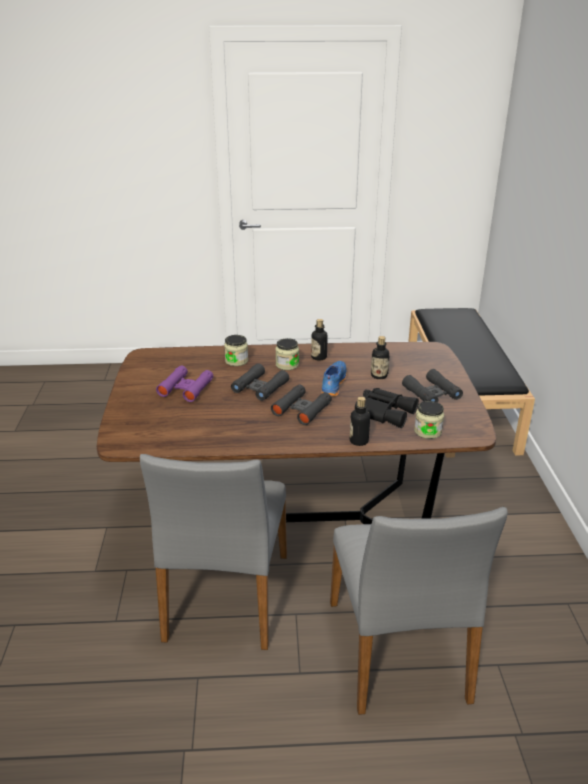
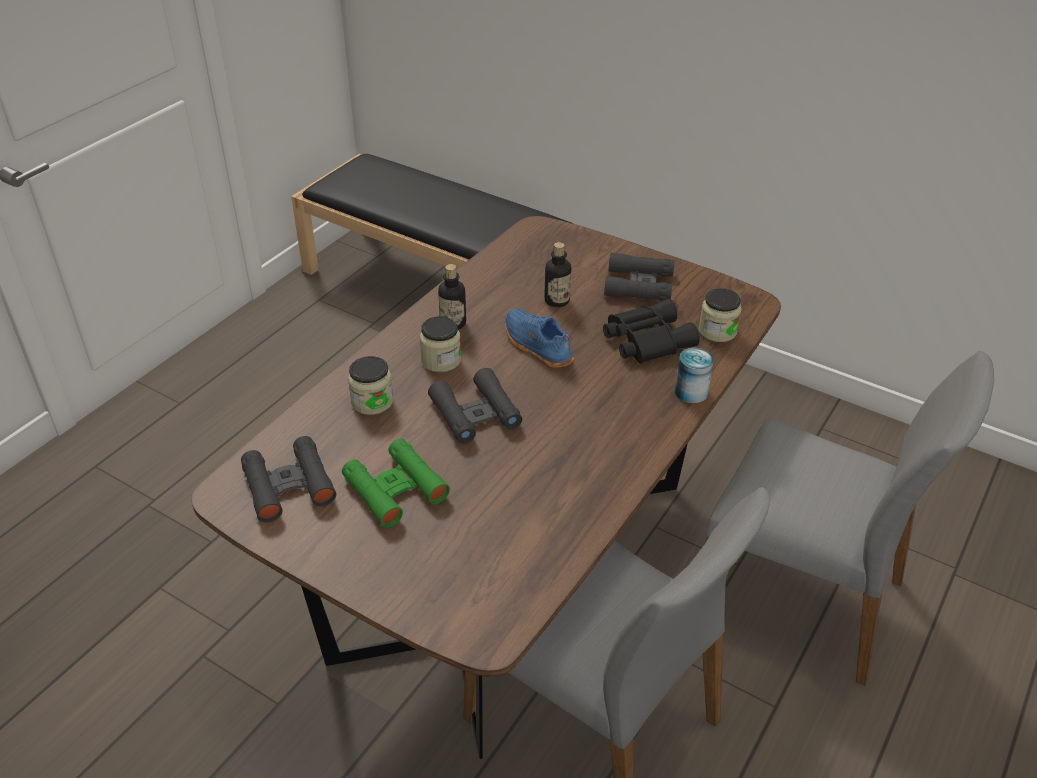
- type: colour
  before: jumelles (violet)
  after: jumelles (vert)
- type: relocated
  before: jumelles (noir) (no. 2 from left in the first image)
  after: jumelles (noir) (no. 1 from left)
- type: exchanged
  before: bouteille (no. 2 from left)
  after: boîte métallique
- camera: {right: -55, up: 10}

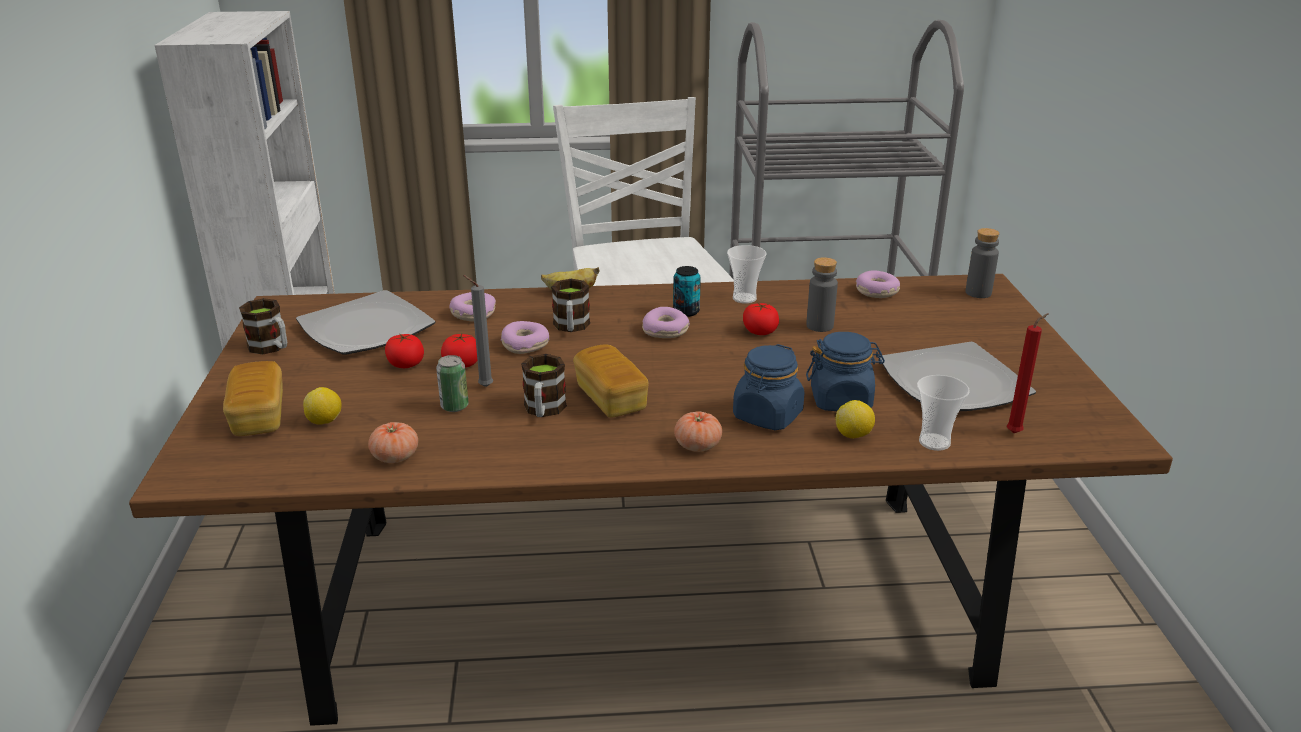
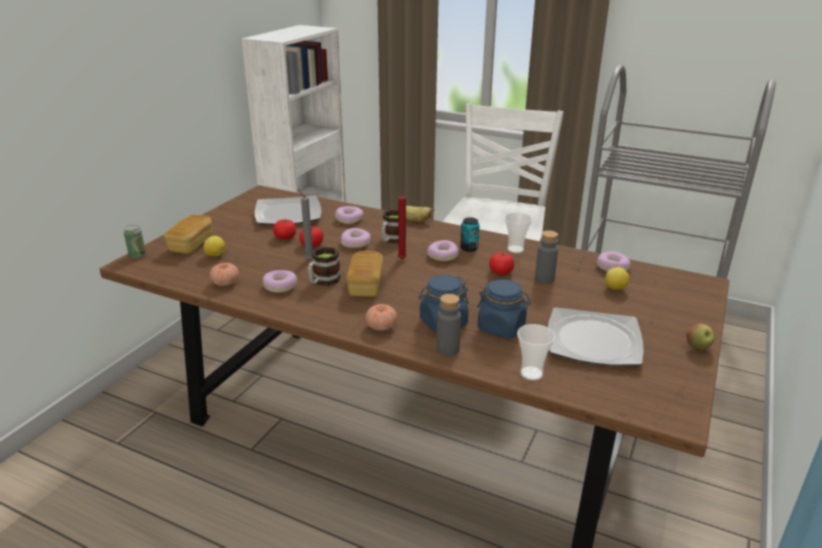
- type: missing
  before: mug (no. 1 from left)
- type: relocated
  before: boîte métallique (no. 1 from left)
- type: relocated
  before: citron (no. 2 from left)
- type: relocated
  before: bouteille (gris) (no. 2 from left in the first image)
  after: bouteille (gris) (no. 1 from left)
- type: relocated
  before: bougie (rouge)
- type: appeared
  after: beignet (no. 1 from left)
- type: appeared
  after: pomme
- camera: {right: 30, up: 0}

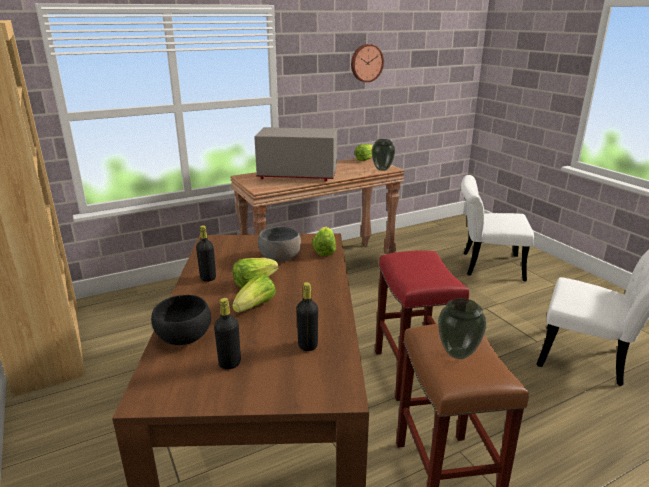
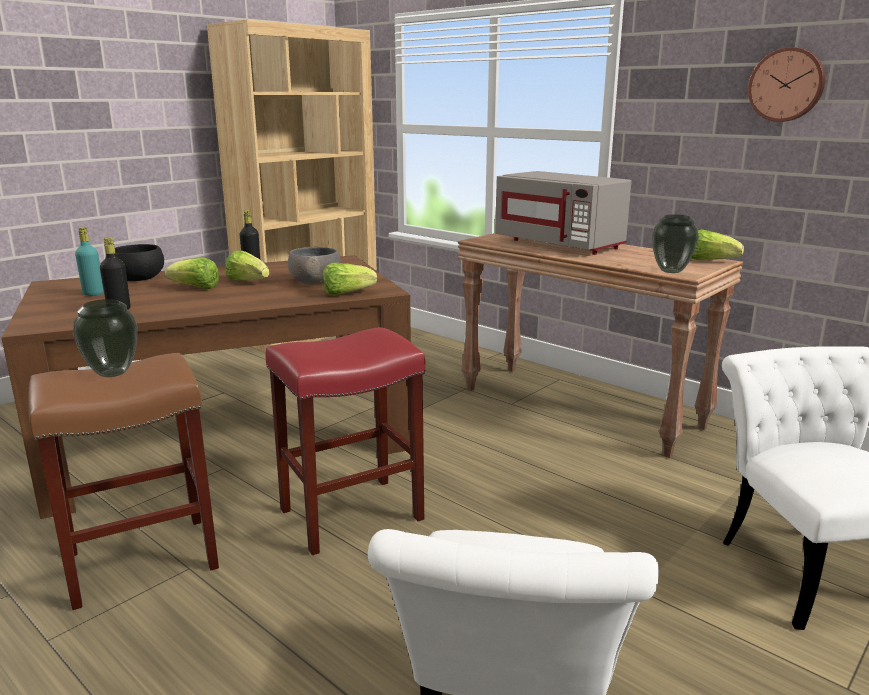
- type: colour
  before: bouteille (noir) (no. 2 from left)
  after: bouteille (turquoise)
- type: spun
  before: micro-ondes (gris)
  turn: 150
- camera: {right: 70, up: -5}

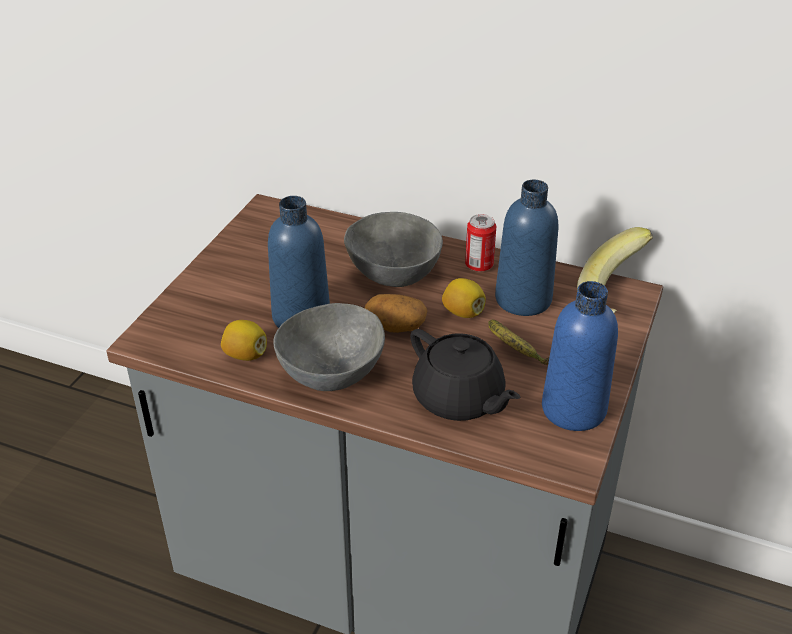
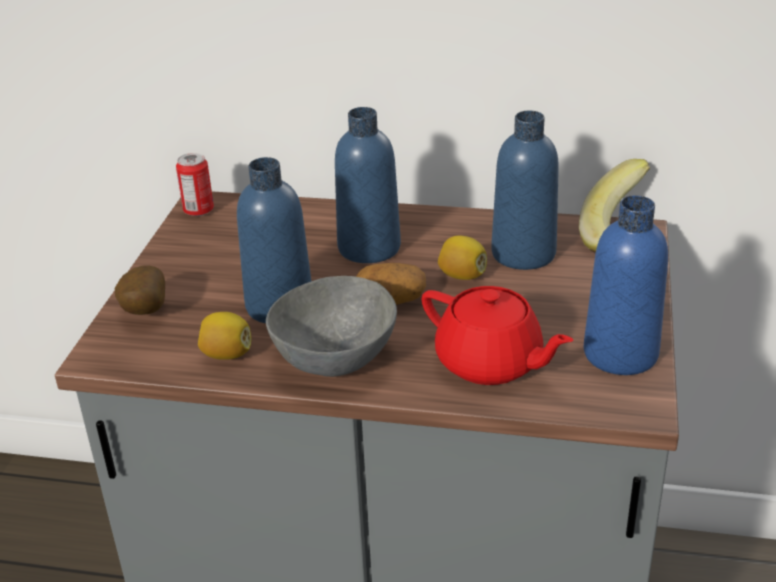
- type: exchanged
  before: bol (gris) (no. 2 from left)
  after: bouteille (bleu) (no. 2 from left)
- type: colour
  before: théière (noir)
  after: théière (rouge)
- type: relocated
  before: boîte métallique
- type: missing
  before: banane (no. 1 from left)
- type: appeared
  after: pomme de terre (no. 1 from left)
- camera: {right: -10, up: -5}

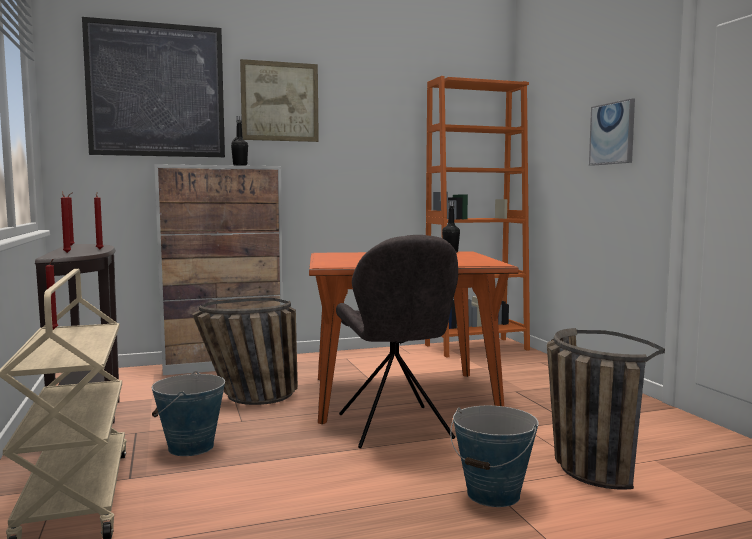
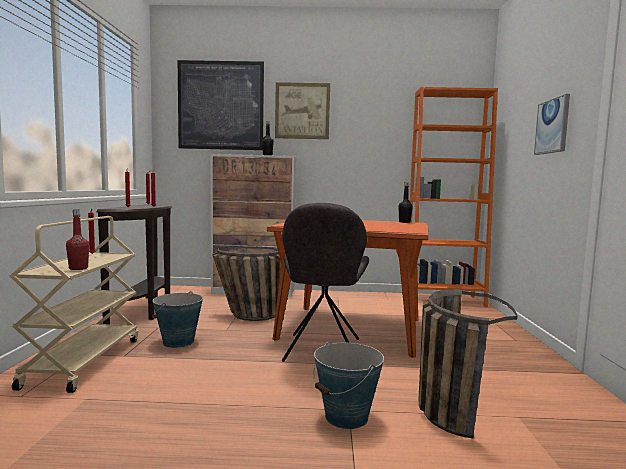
- type: appeared
  after: bouteille (rouge)
- camera: {right: 20, up: 0}

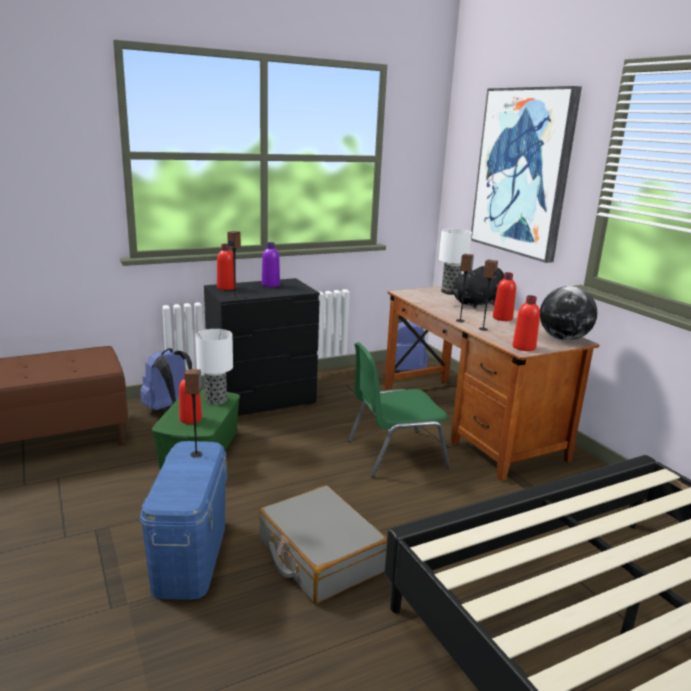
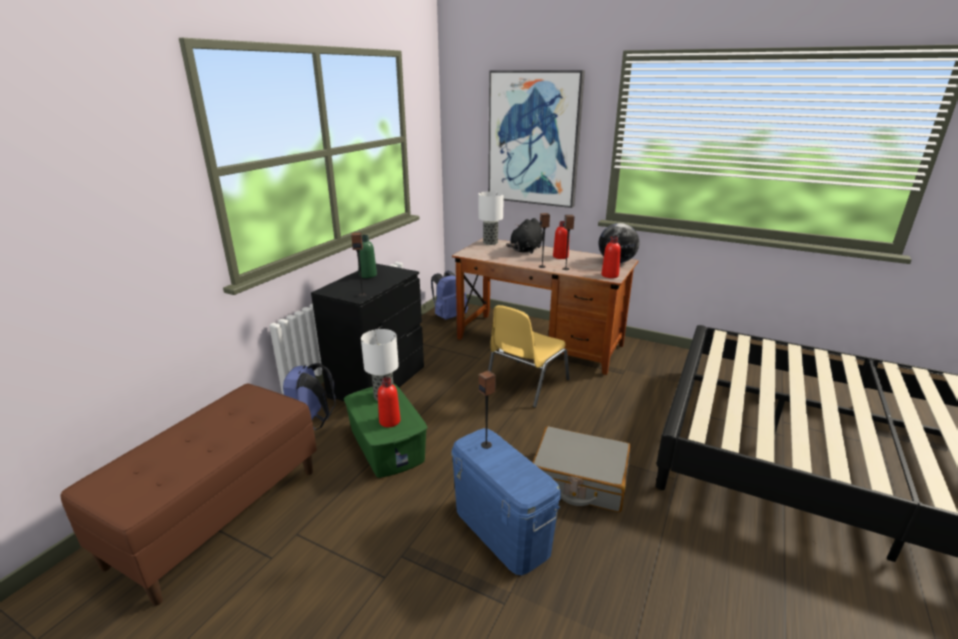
- type: missing
  before: bouteille (rouge) (no. 2 from left)
- type: colour
  before: bouteille (violet)
  after: bouteille (vert)
- type: colour
  before: chaise (vert)
  after: chaise (jaune)
- camera: {right: -35, up: 5}

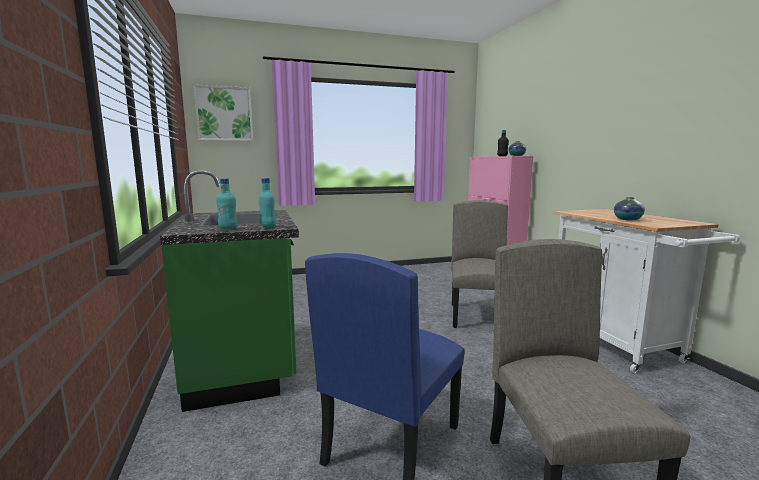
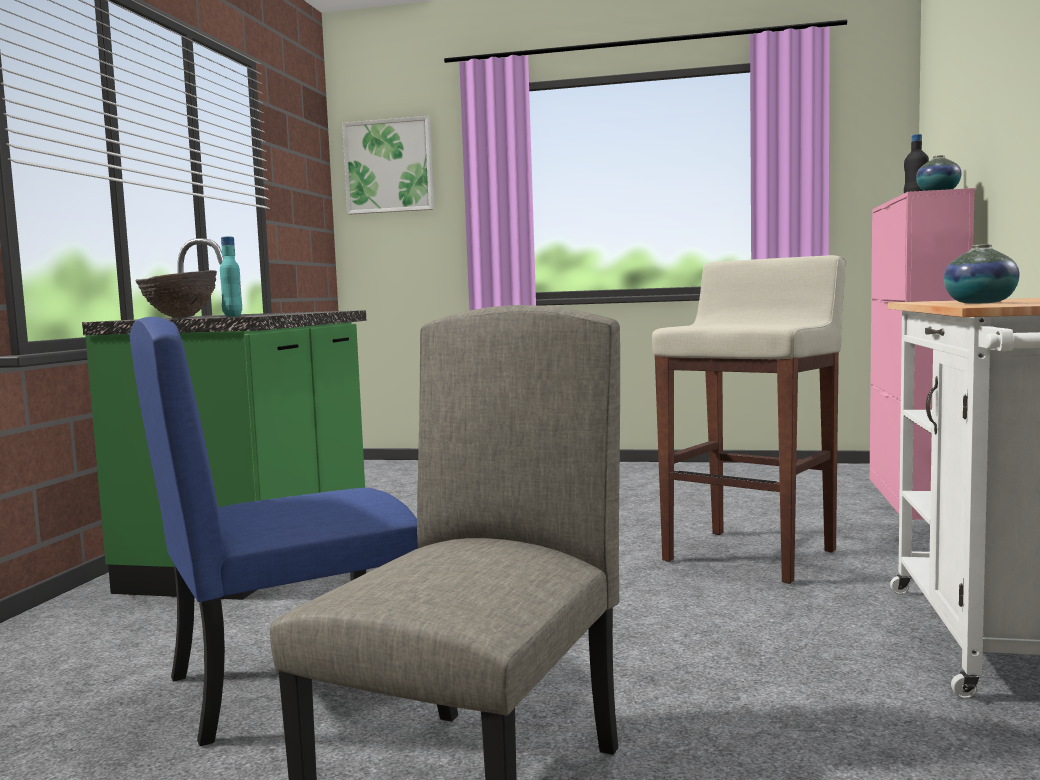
- type: exchanged
  before: bouteille (turquoise) (no. 1 from left)
  after: bol (marron)
- type: exchanged
  before: chaise (beige) (no. 1 from left)
  after: tabouret (beige)
- camera: {right: 30, up: -5}

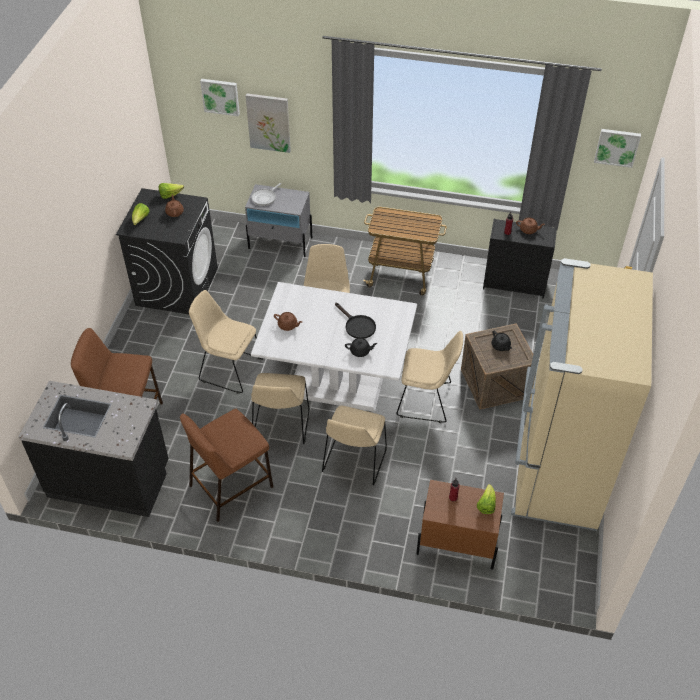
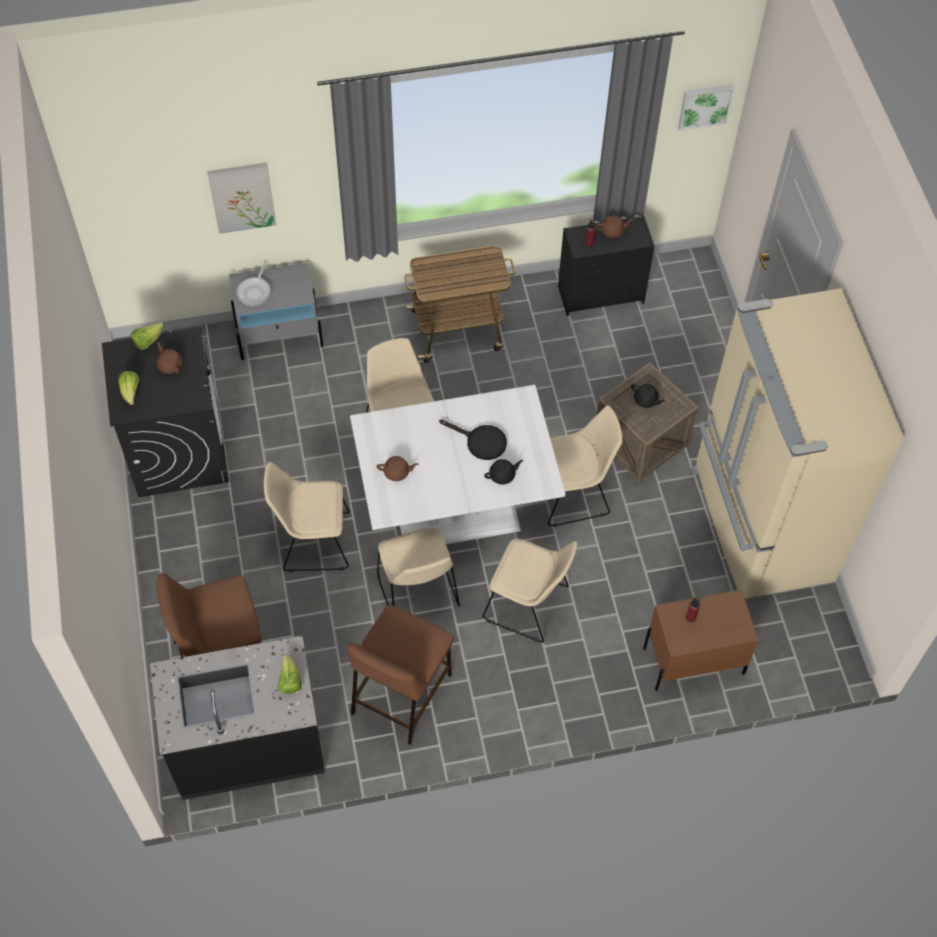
- type: missing
  before: tableau (no. 1 from left)
- type: spun
  before: chaise (beige) (no. 4 from left)
  turn: -60
- type: relocated
  before: laitue (no. 3 from left)
- camera: {right: -25, up: 10}

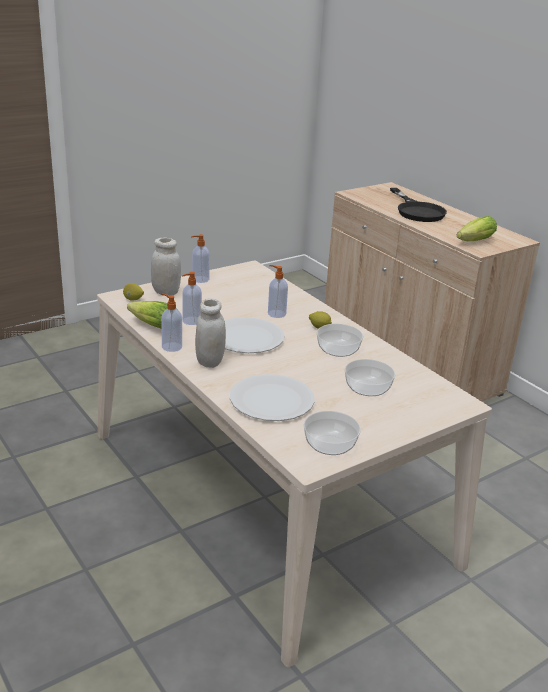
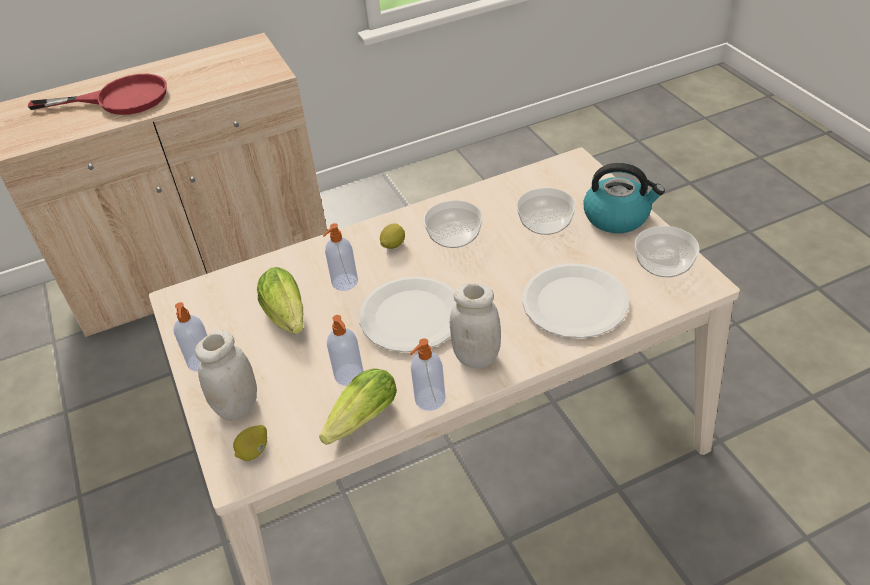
- type: colour
  before: poêle (noir)
  after: poêle (rouge)
- type: relocated
  before: laitue (no. 2 from left in the first image)
  after: laitue (no. 1 from left)
- type: appeared
  after: bouilloire
- camera: {right: -75, up: 15}

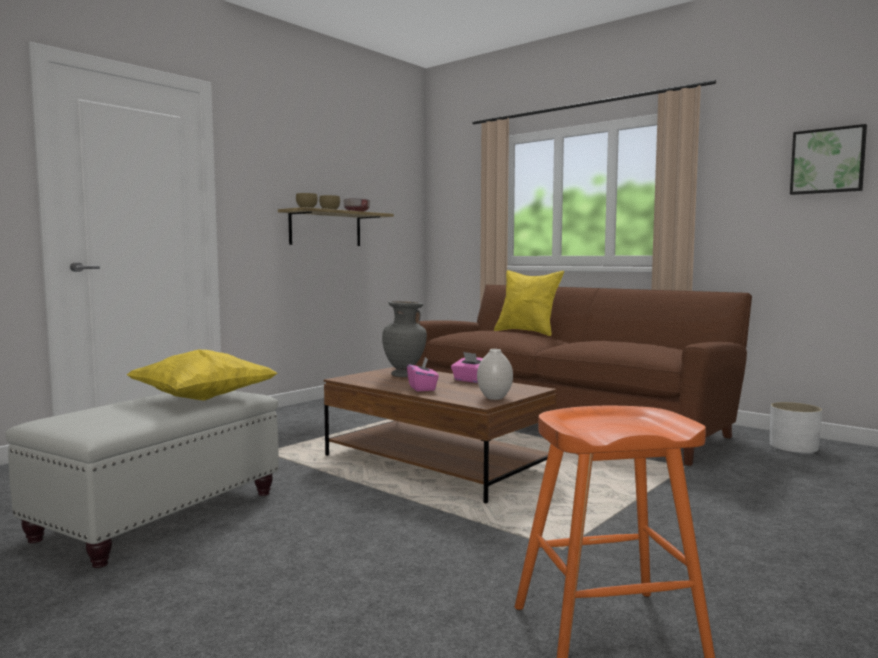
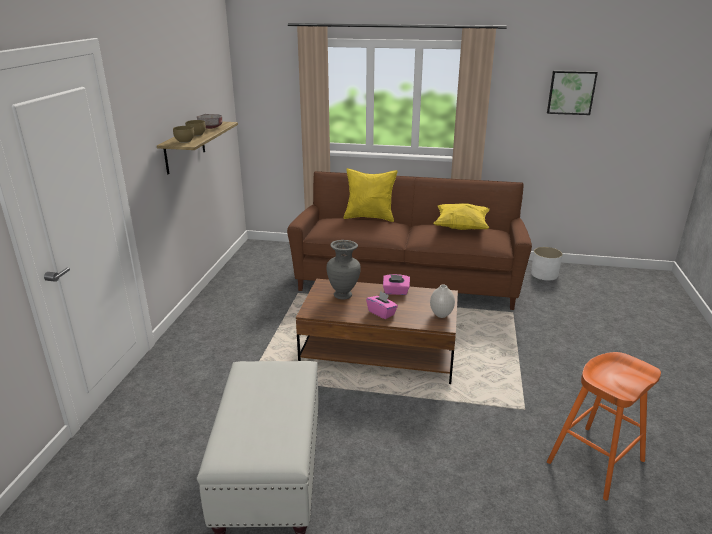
- type: relocated
  before: coussin (jaune) (no. 1 from left in the first image)
  after: coussin (jaune) (no. 2 from left)
- camera: {right: -30, up: 20}

